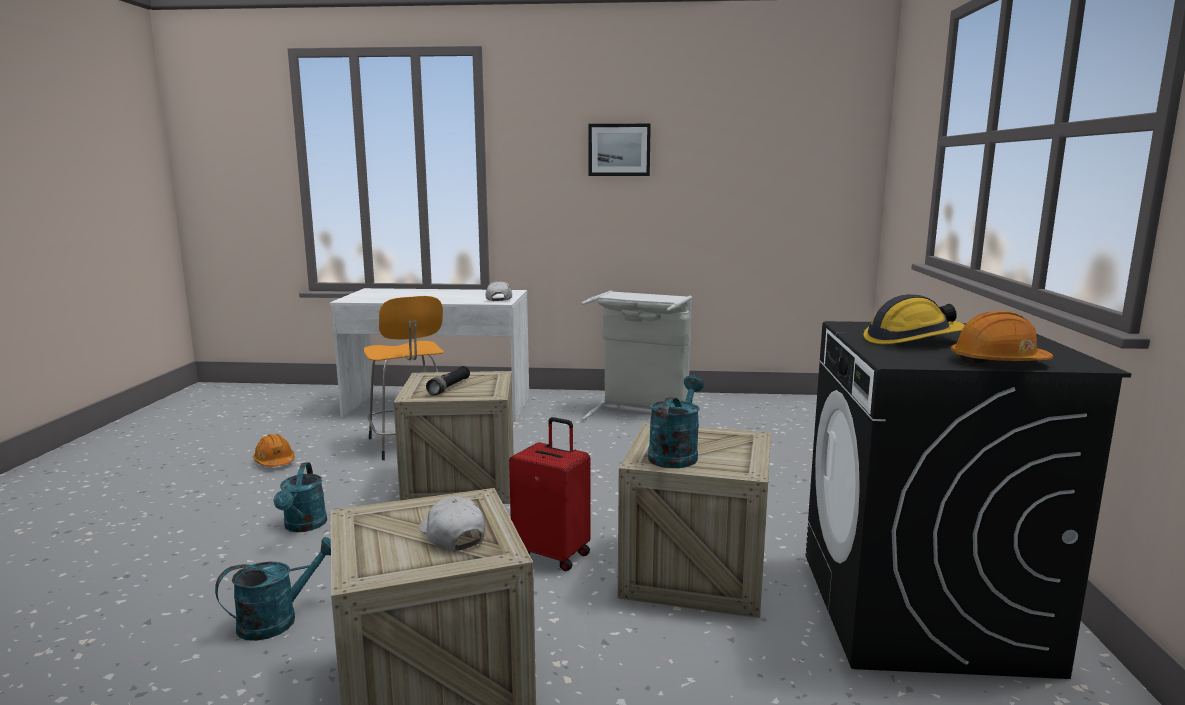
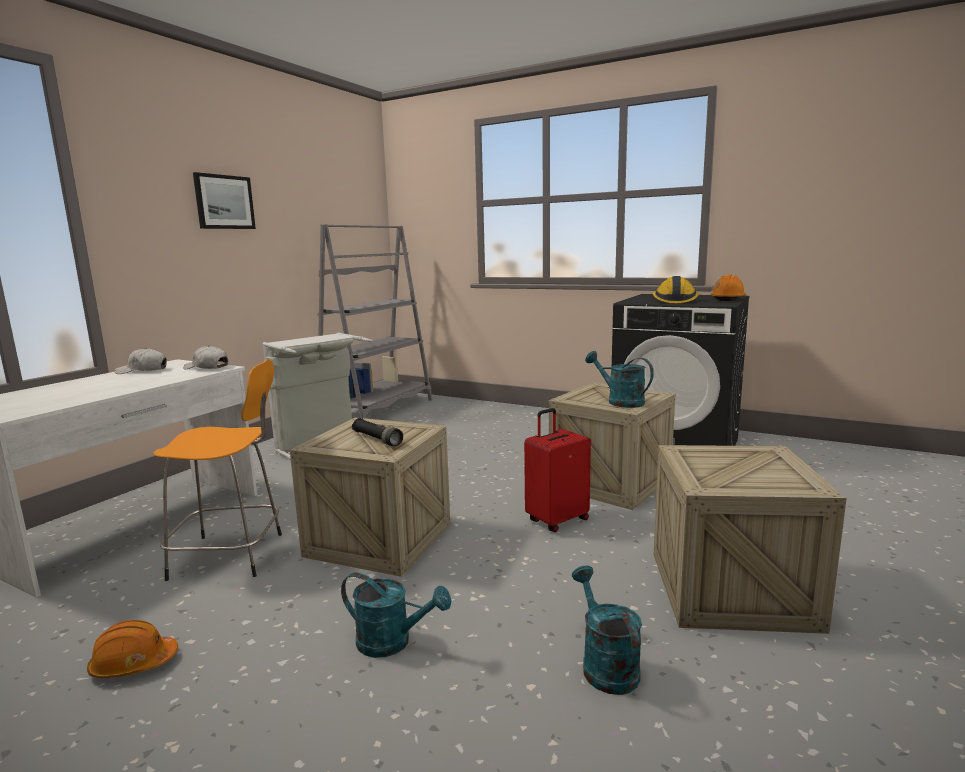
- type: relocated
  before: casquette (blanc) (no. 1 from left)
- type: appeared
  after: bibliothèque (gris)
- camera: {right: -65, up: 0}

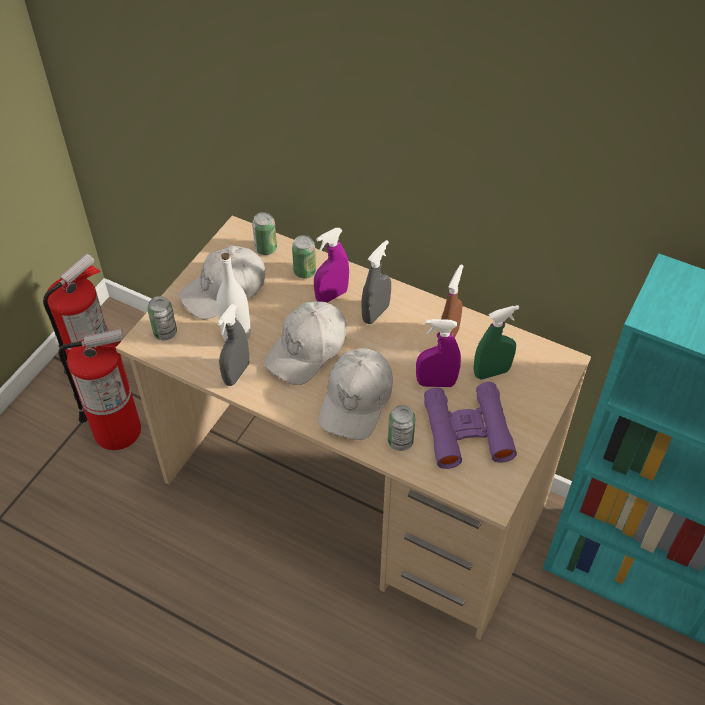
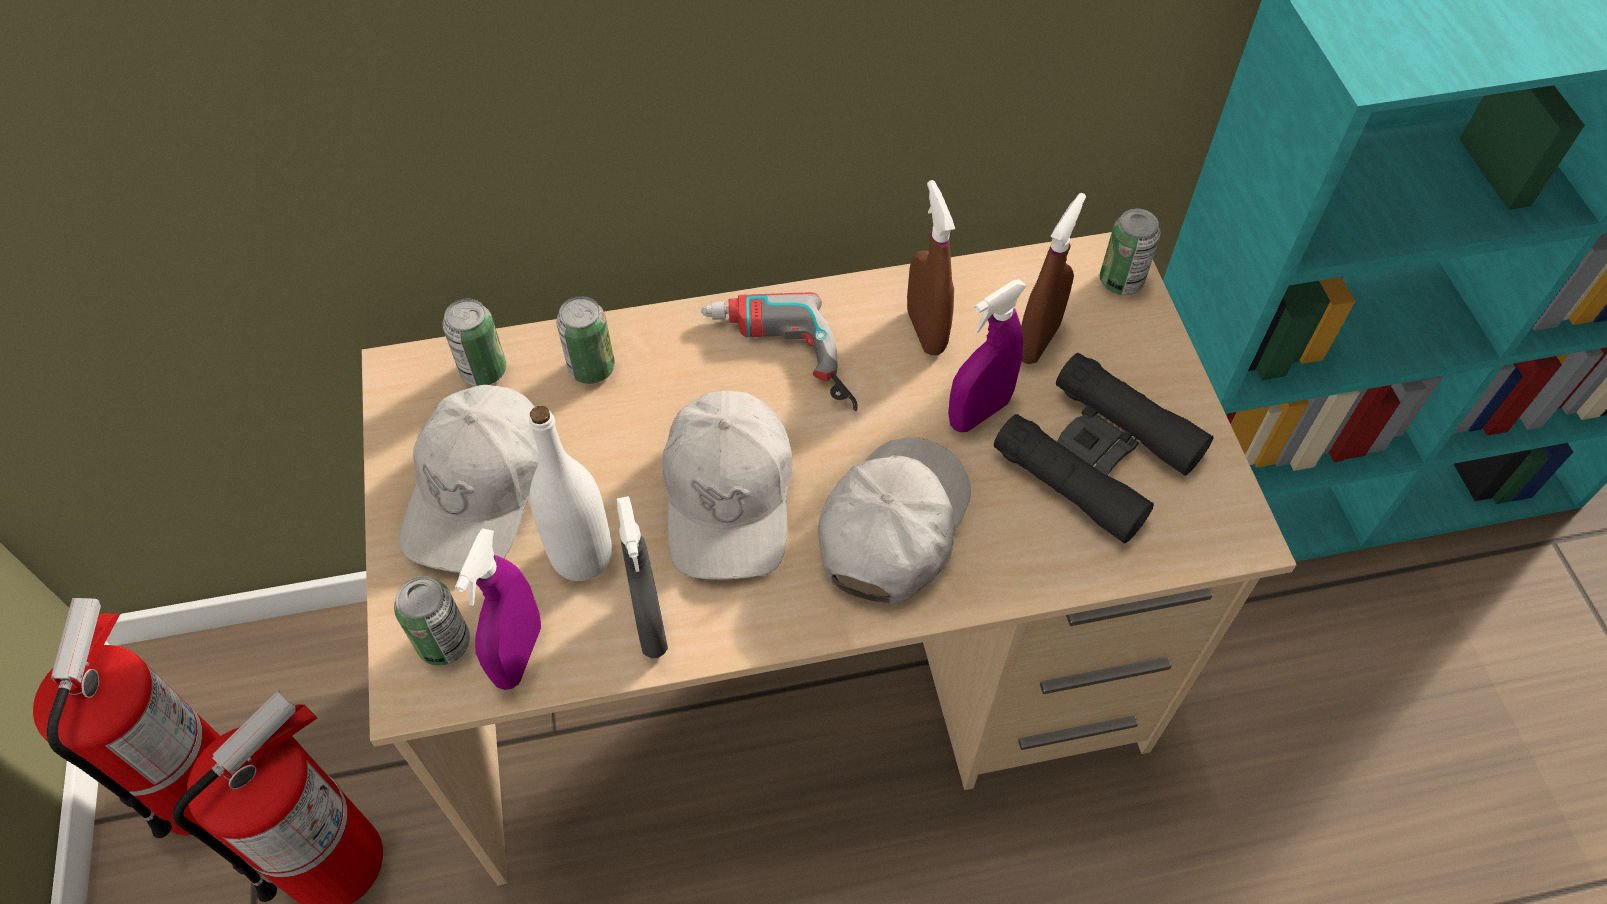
- type: relocated
  before: vaporisateur (violet) (no. 1 from left)
- type: spun
  before: casquette (blanc) (no. 3 from left)
  turn: -135
- type: exchanged
  before: vaporisateur (gris) (no. 2 from left)
  after: perceuse
- type: relocated
  before: boîte métallique (no. 4 from left)
- type: colour
  before: jumelles (violet)
  after: jumelles (noir)
- type: colour
  before: vaporisateur (vert)
  after: vaporisateur (marron) (no. 2 from left)
- camera: {right: -40, up: 5}

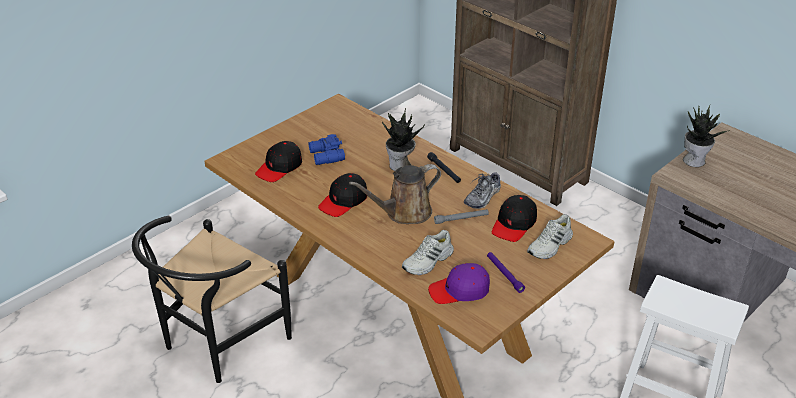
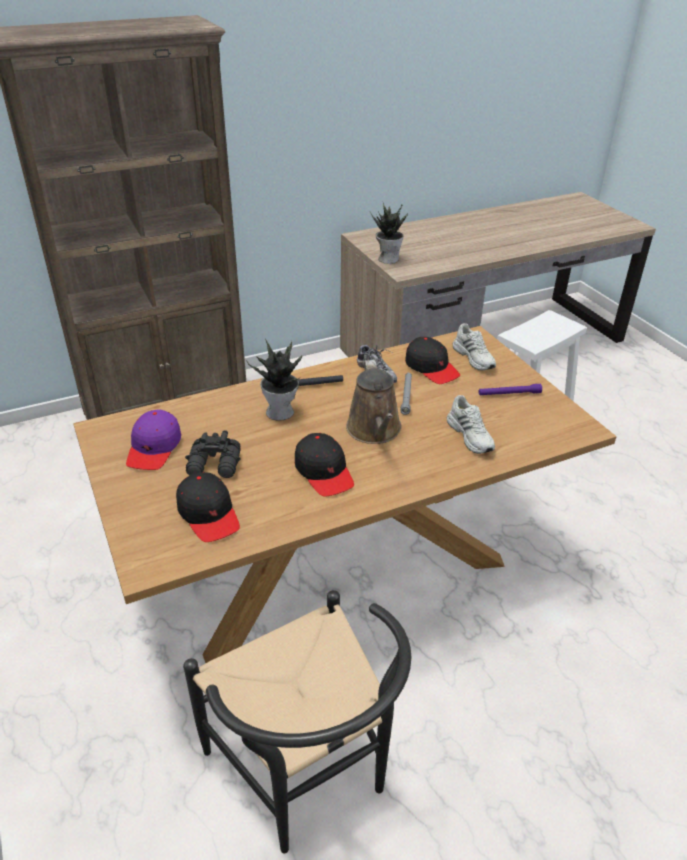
- type: colour
  before: jumelles (bleu)
  after: jumelles (noir)
- type: relocated
  before: casquette (violet)
- camera: {right: -70, up: 0}

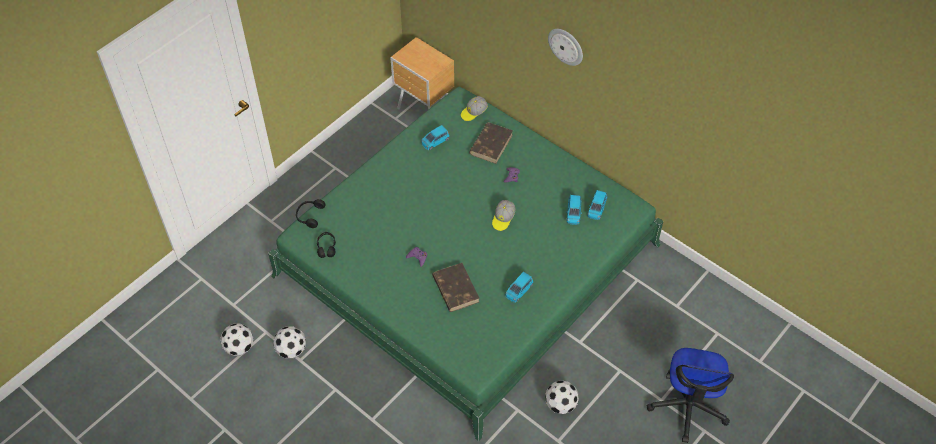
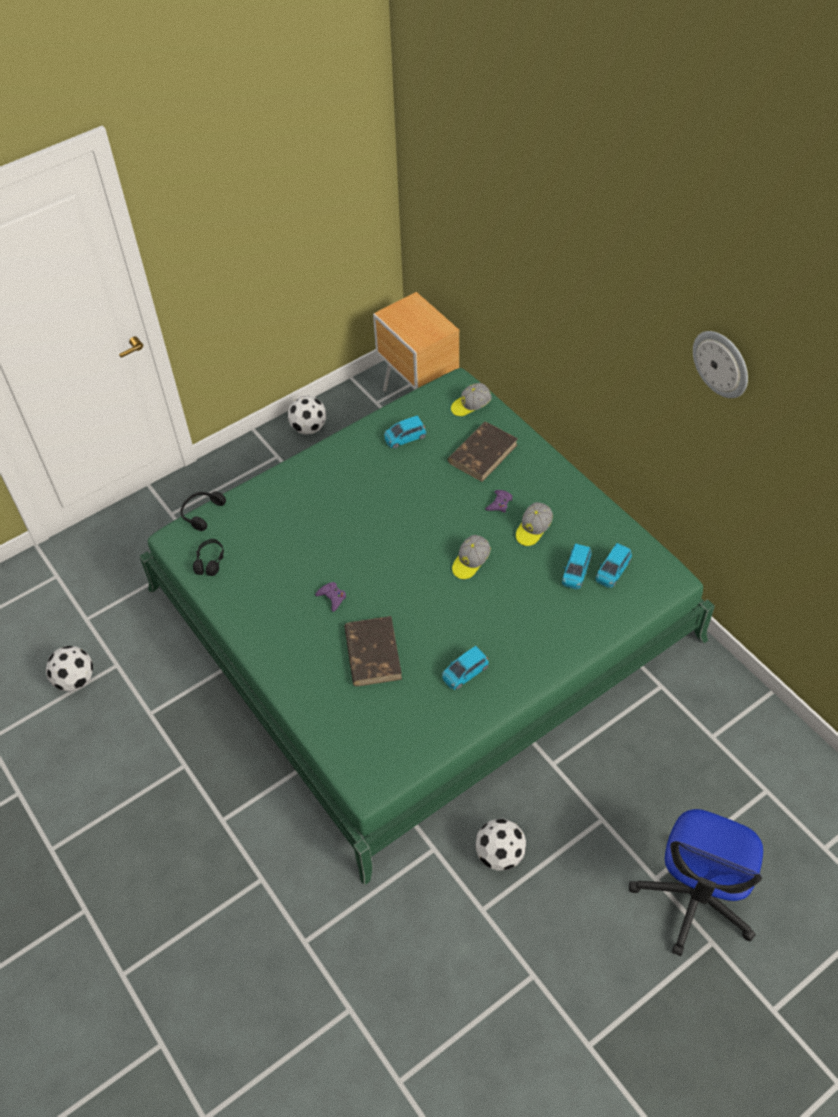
- type: relocated
  before: ballon de foot (no. 2 from left)
- type: relocated
  before: horloge murale
- type: appeared
  after: casquette (no. 3 from left)
- camera: {right: 15, up: 0}

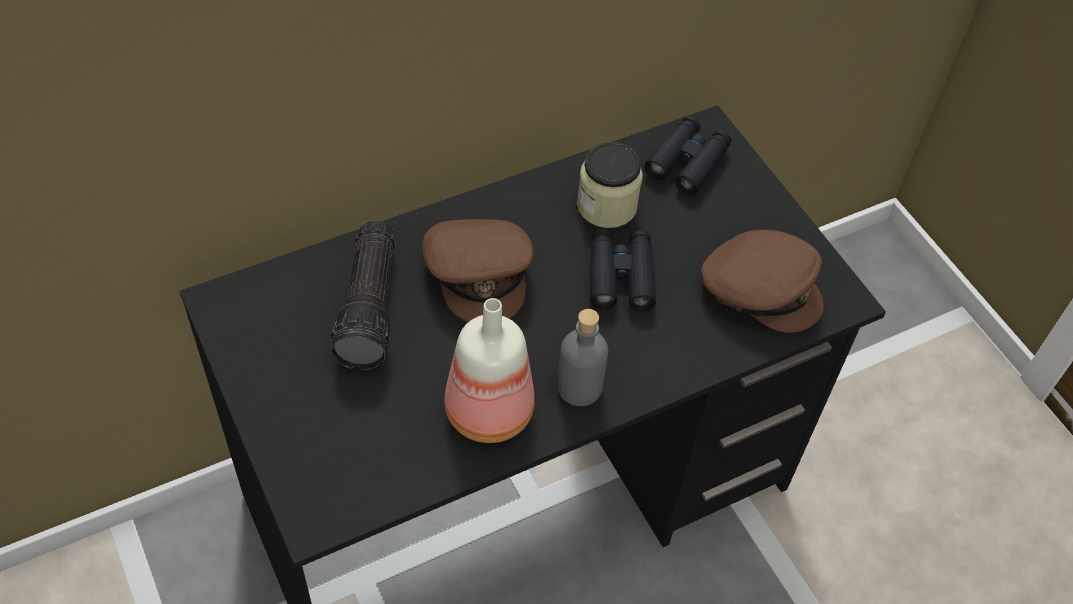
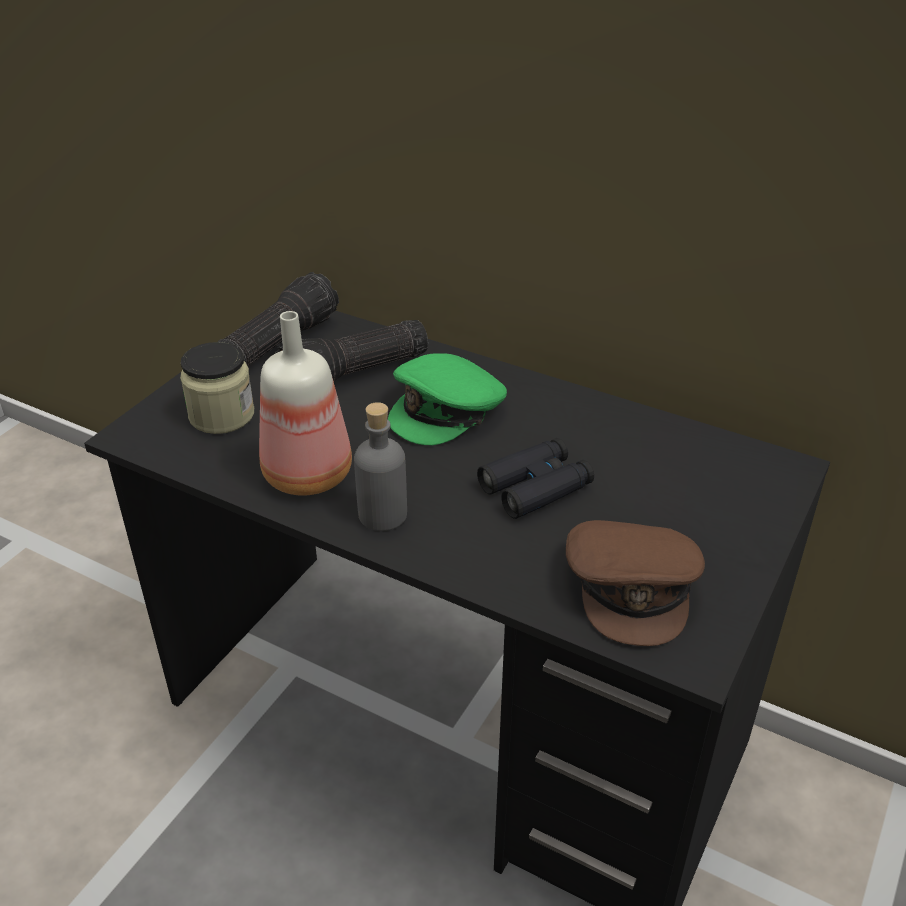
- type: colour
  before: casquette (marron) (no. 1 from left)
  after: casquette (vert)
- type: relocated
  before: bocal
- type: missing
  before: jumelles (noir) (no. 2 from left)
- type: appeared
  after: lampe de poche (no. 1 from left)
- camera: {right: 60, up: -15}

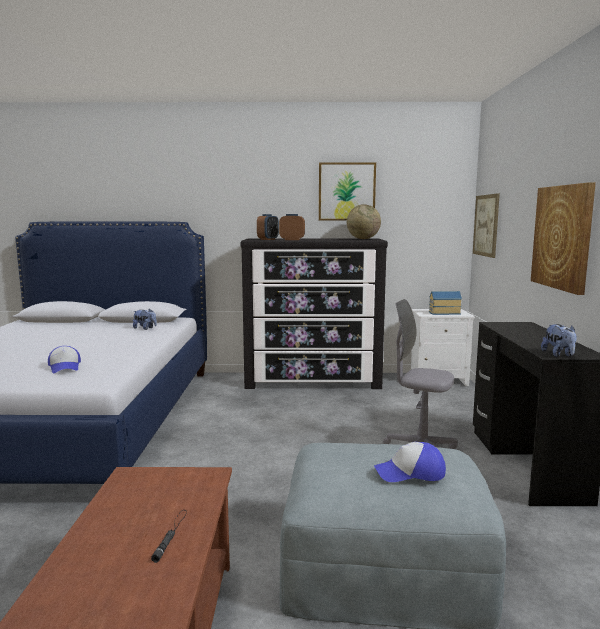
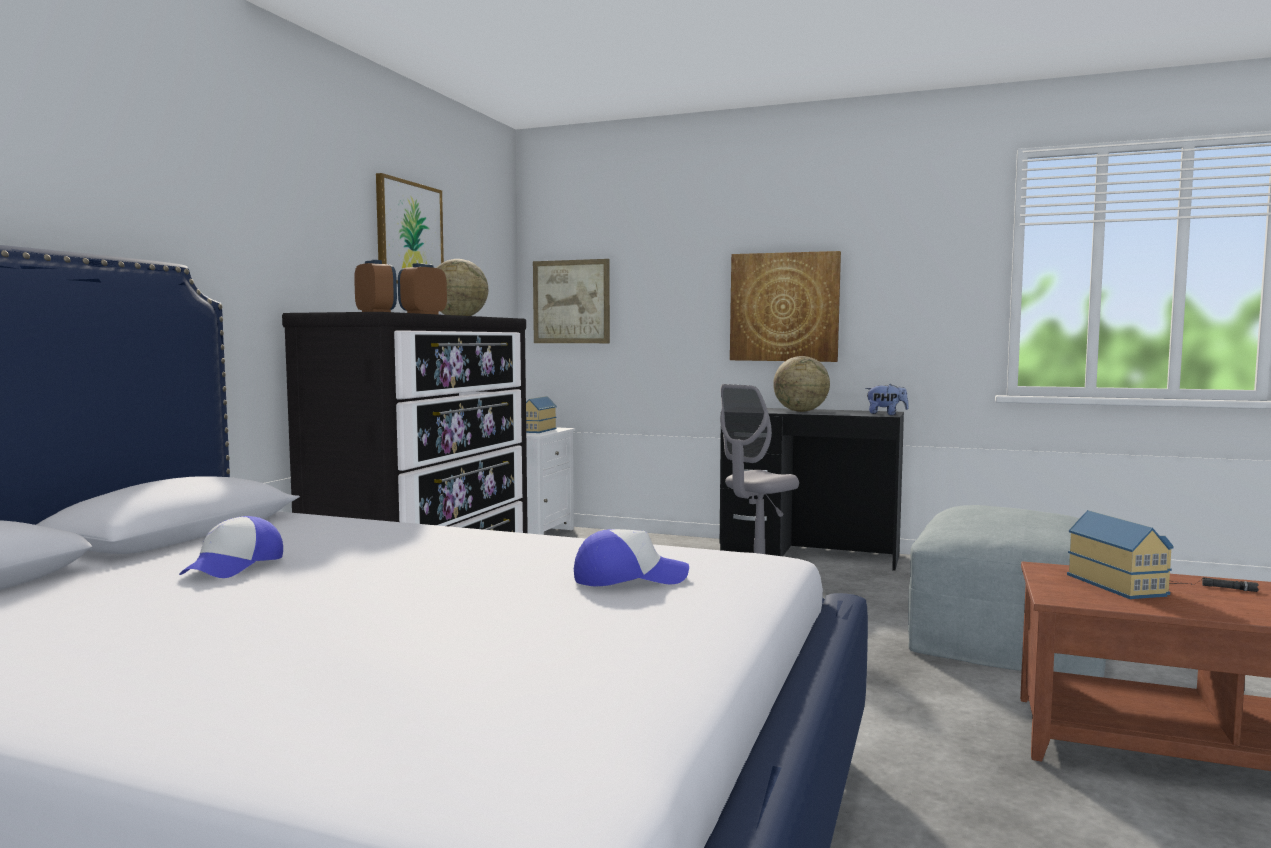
- type: missing
  before: peluche (no. 1 from left)
- type: relocated
  before: casquette (no. 2 from left in the first image)
  after: casquette (no. 1 from left)
- type: appeared
  after: globe (no. 2 from left)
- type: appeared
  after: maison miniature (no. 2 from left)
- camera: {right: -70, up: -5}

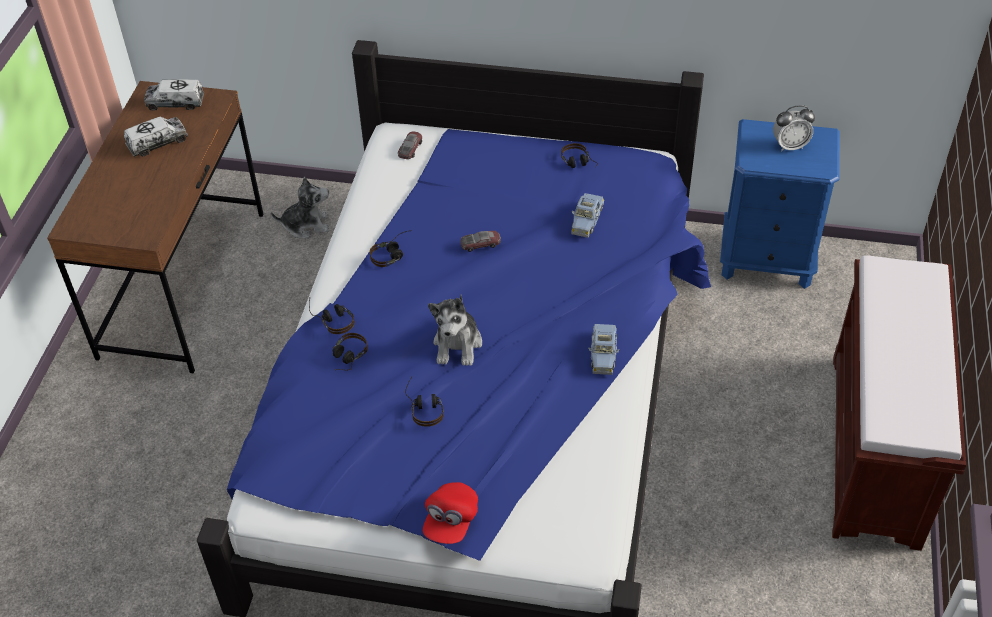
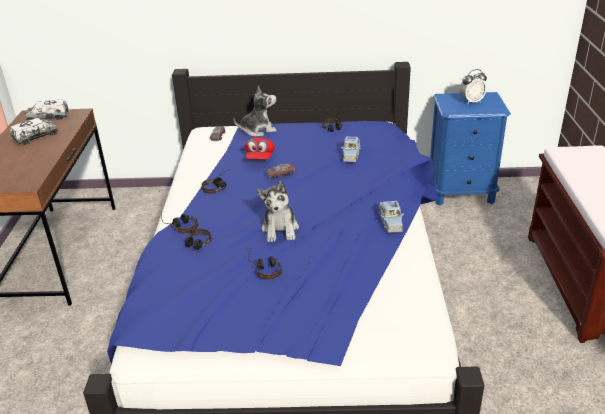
- type: relocated
  before: peluche (no. 1 from left)
- type: relocated
  before: casquette (rouge)
- camera: {right: -10, up: -15}

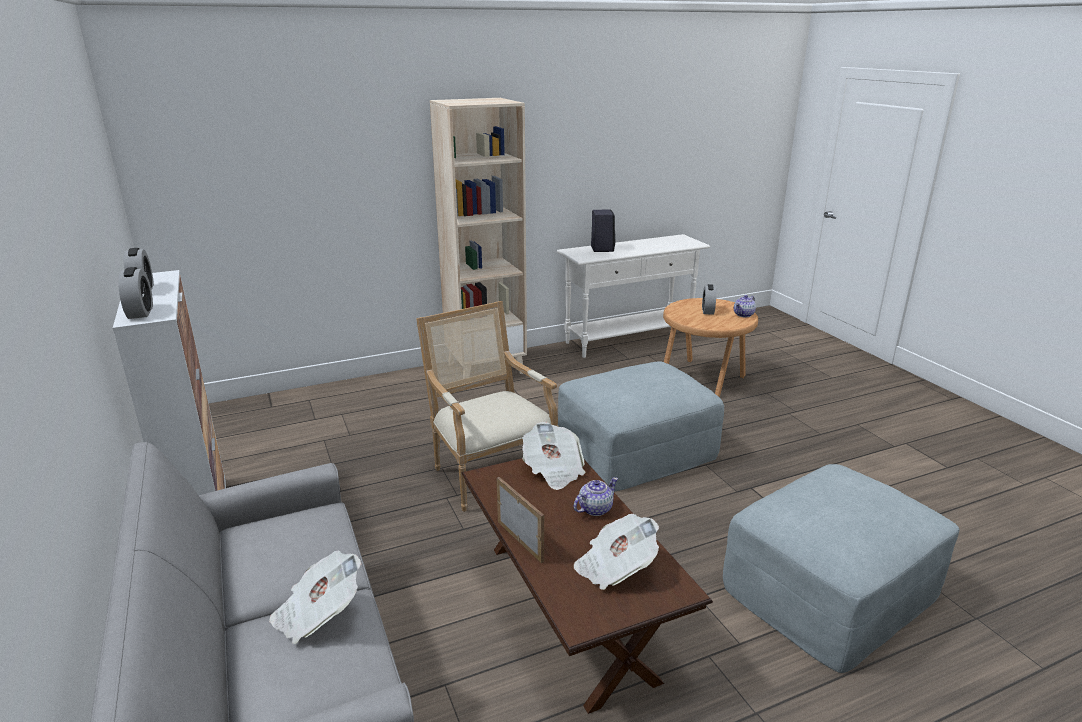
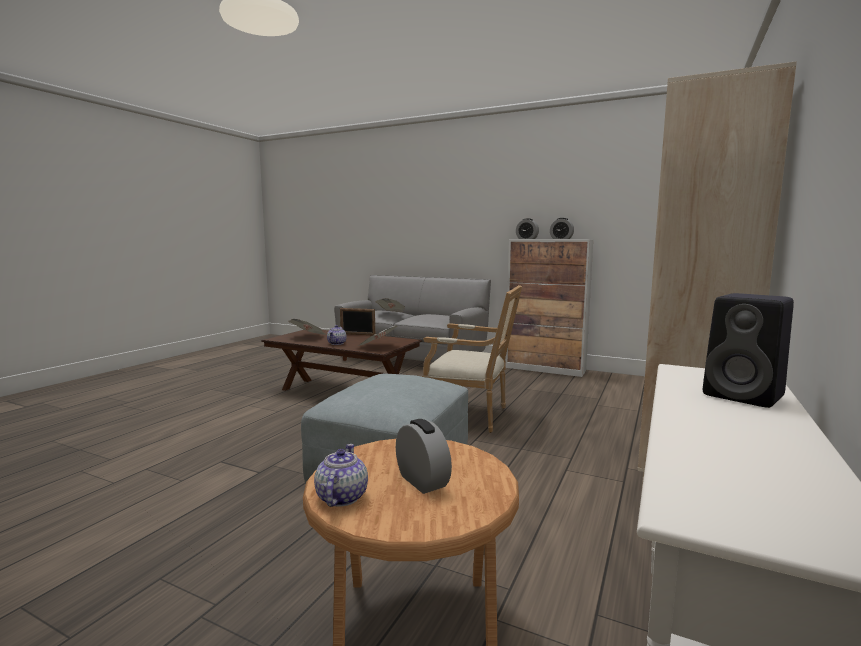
- type: missing
  before: pouf (gris) (no. 2 from left)
- camera: {right: 140, up: -15}

